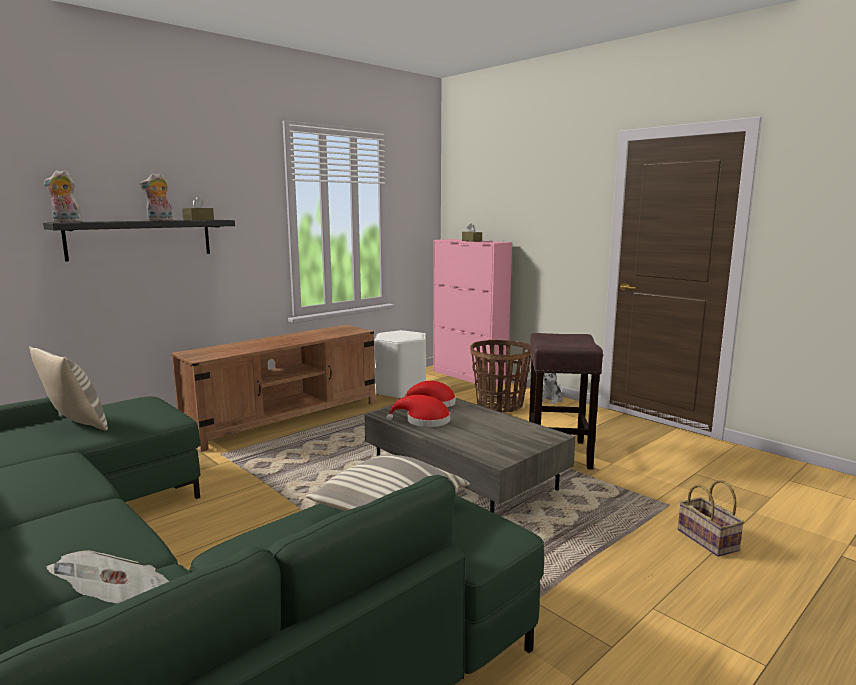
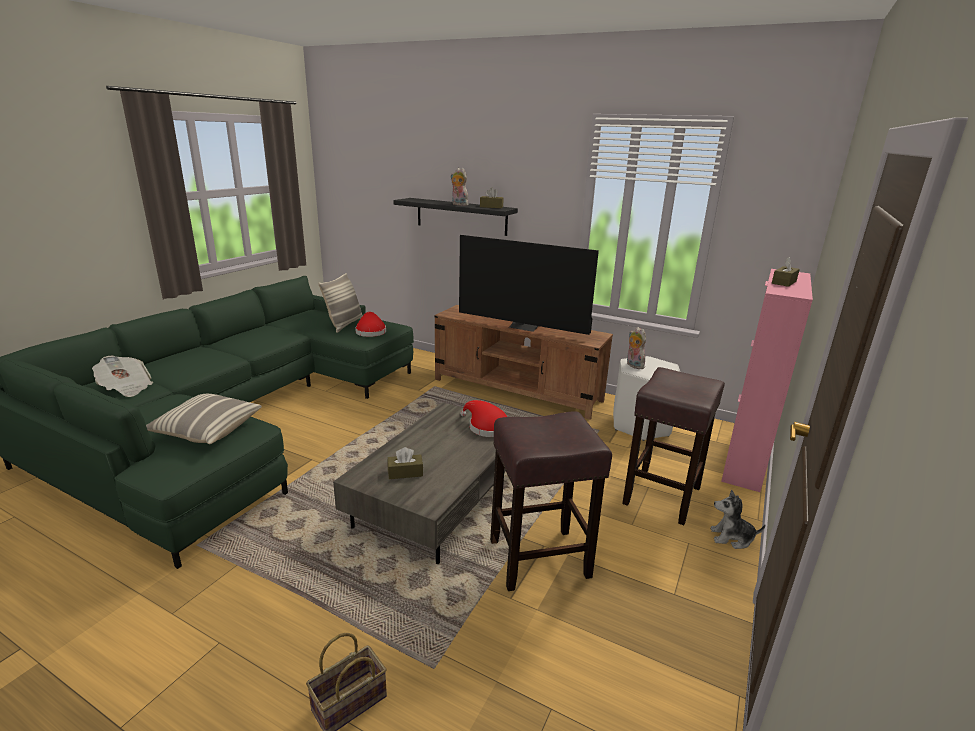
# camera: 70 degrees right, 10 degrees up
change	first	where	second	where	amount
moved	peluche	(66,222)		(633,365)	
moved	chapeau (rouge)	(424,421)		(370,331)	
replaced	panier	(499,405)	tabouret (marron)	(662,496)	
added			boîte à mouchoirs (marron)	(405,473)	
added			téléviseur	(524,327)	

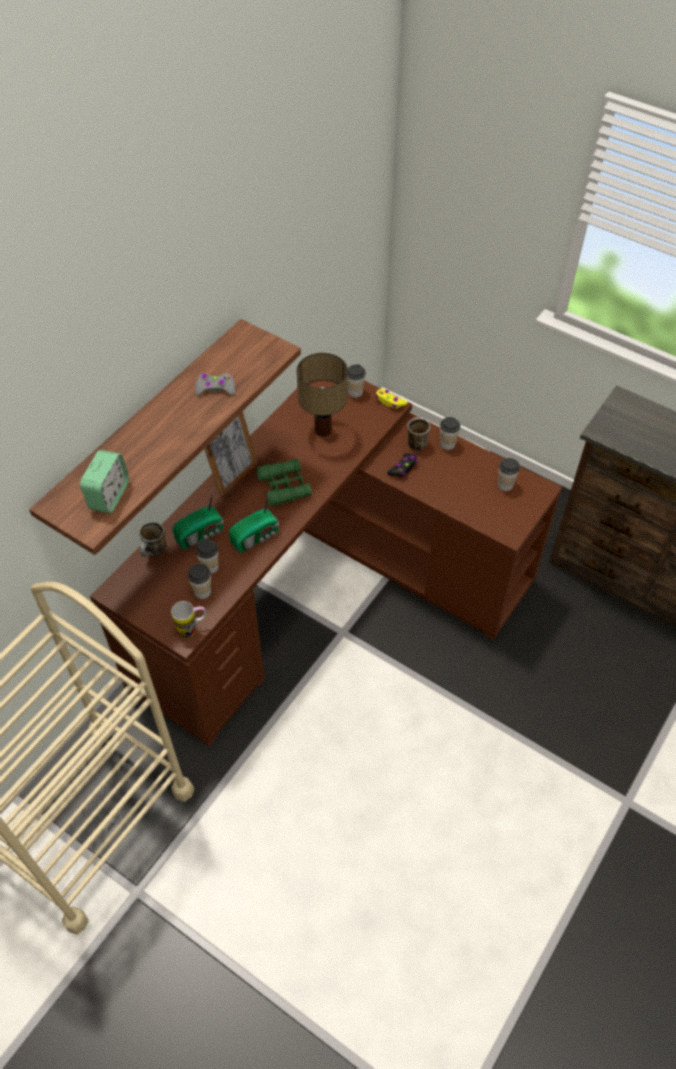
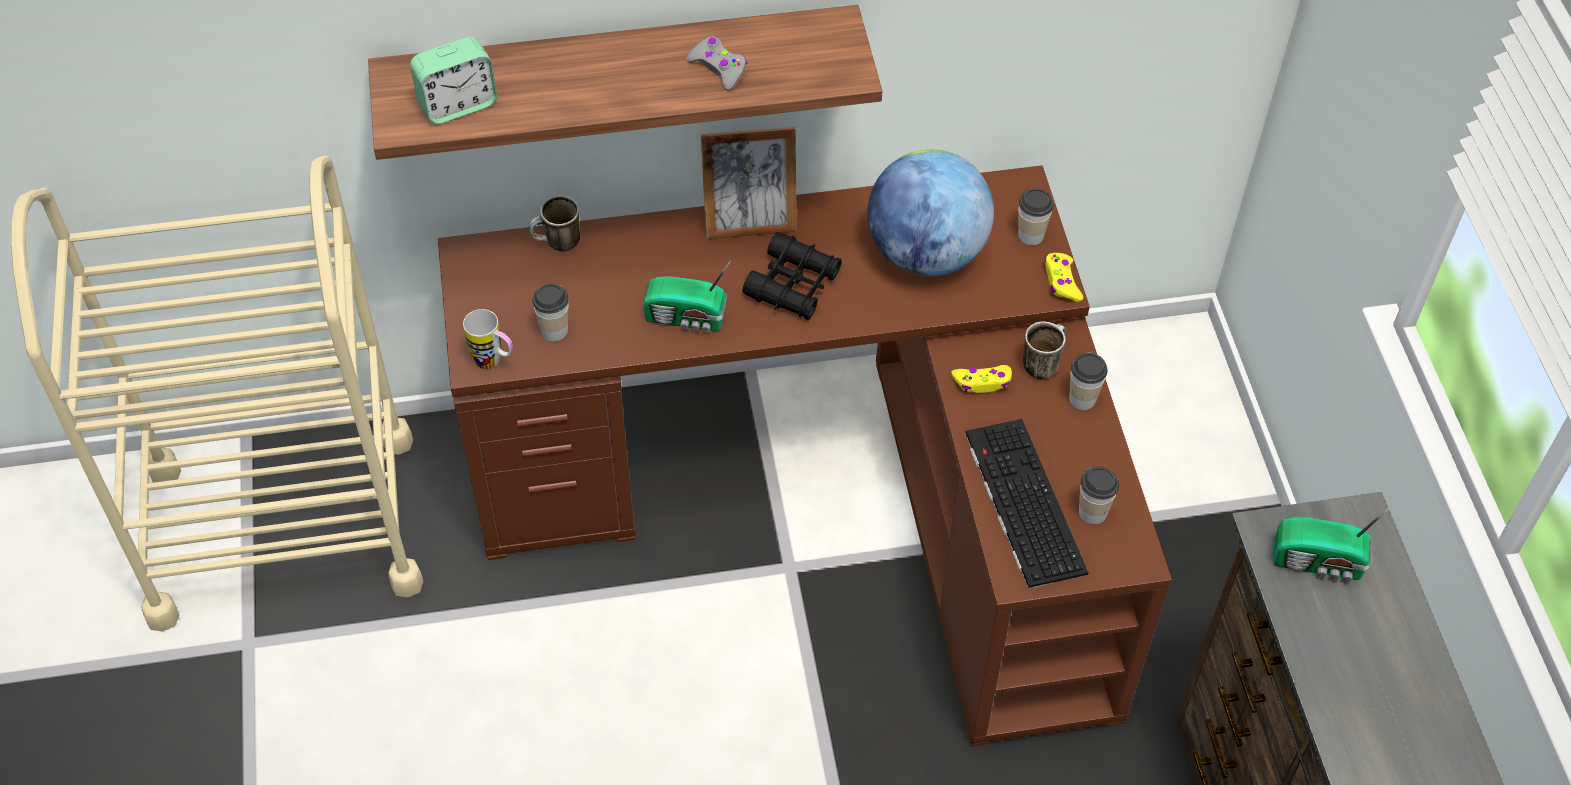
# camera: 45 degrees right, 0 degrees up
change	first	where	second	where	amount
moved	radio	(201,534)		(1319,562)	
removed	tasse	(210,567)			
recoloured	jumelles (vert)	(284,487)	jumelles (noir)	(793,284)	
replaced	lampe de table	(323,431)	globe	(926,253)	
recoloured	manette (noir)	(403,468)	manette (jaune)	(982,382)	
added			clavier	(1021,501)	

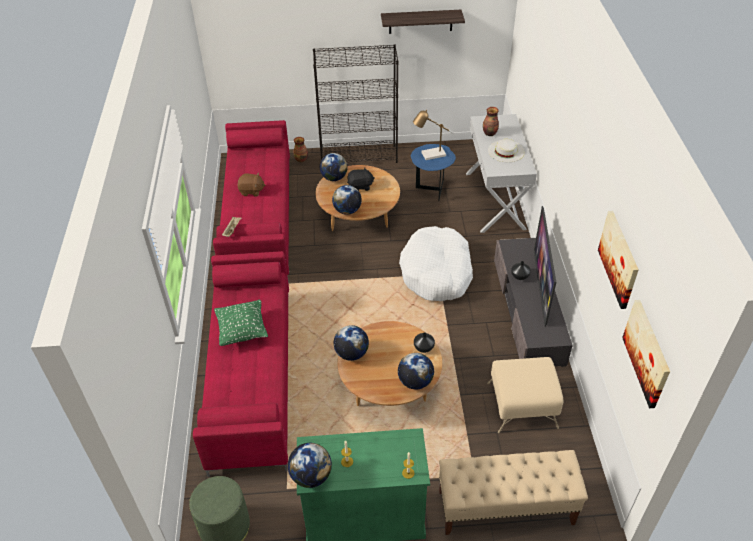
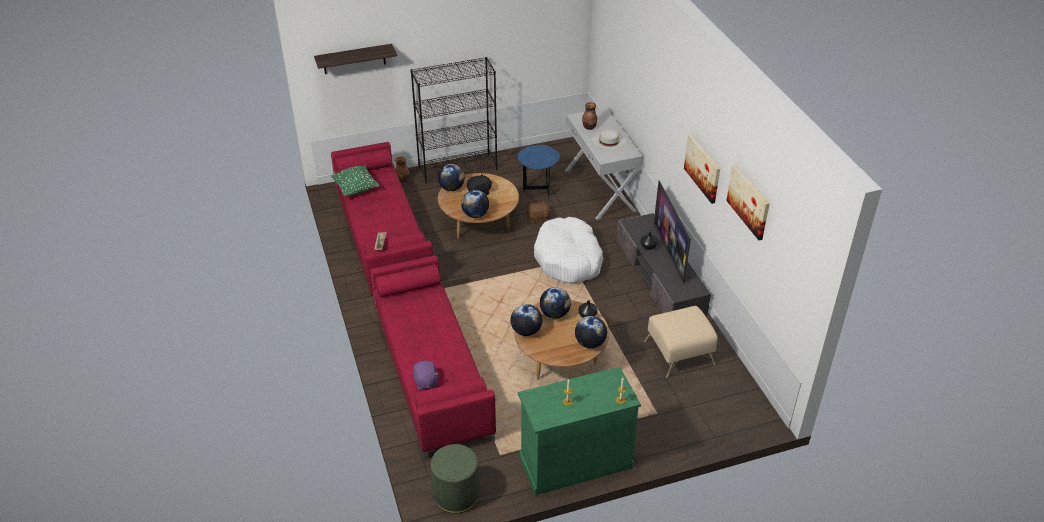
# camera: 15 degrees left, 5 degrees down
change	first	where	second	where	amount
moved	coussin (vert)	(242,331)		(356,189)	
moved	peluche (marron)	(251,191)		(538,218)	
moved	globe	(311,476)		(554,314)	
moved	étagère	(420,21)		(354,59)	
removed	lampe de table	(430,155)			
removed	banc (beige)	(505,507)			
moved	tableau	(647,353)		(703,168)	
added			peluche (violet)	(425,382)	

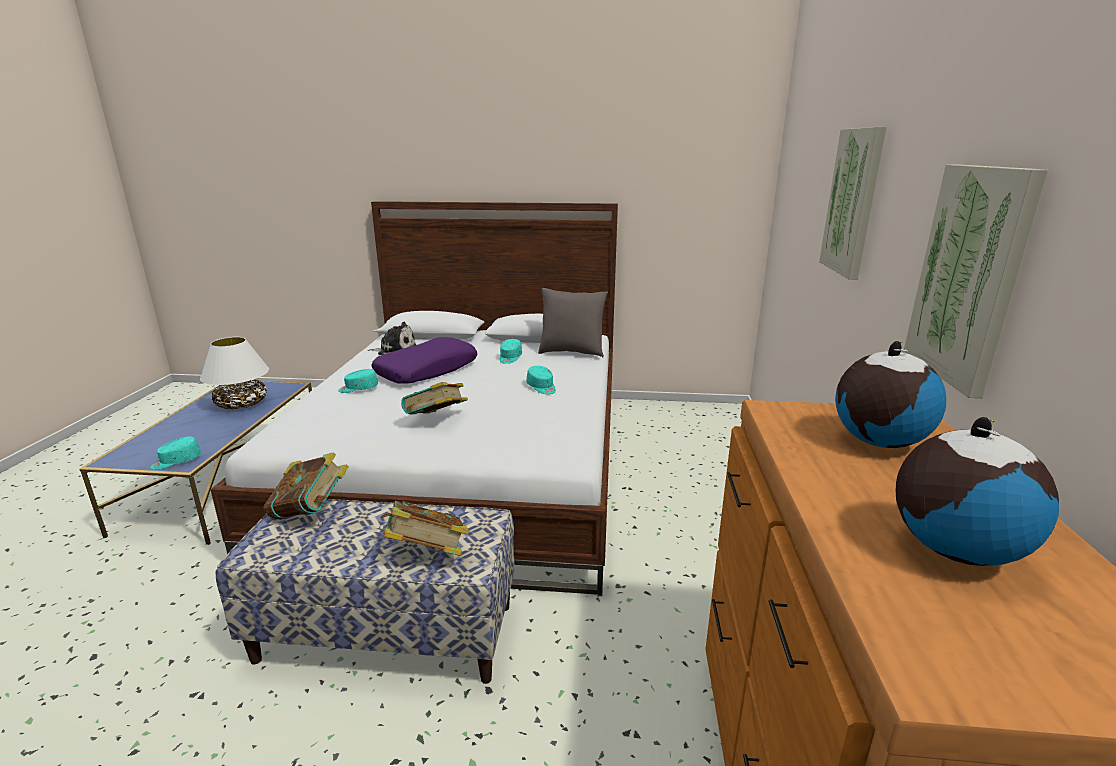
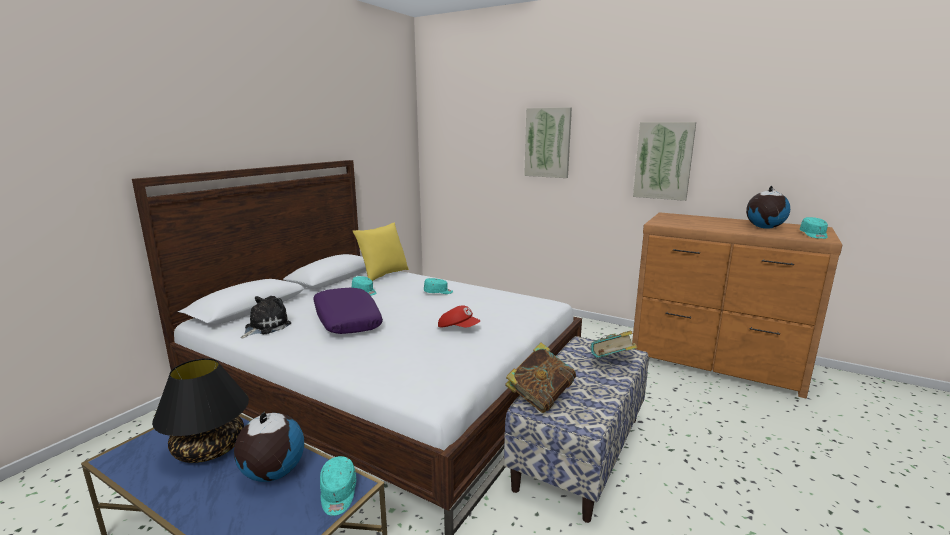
# camera: 65 degrees left, 5 degrees down
change	first	where	second	where	amount
recoloured	lampe de table (blanc)	(241,404)	lampe de table (noir)	(209,449)	
moved	casquette (turquoise)	(358,389)		(813,235)	
replaced	livre	(436,421)	casquette (rouge)	(458,328)	
recoloured	coussin (gris)	(571,352)	coussin (jaune)	(383,275)	
moved	globe	(877,442)		(273,473)	

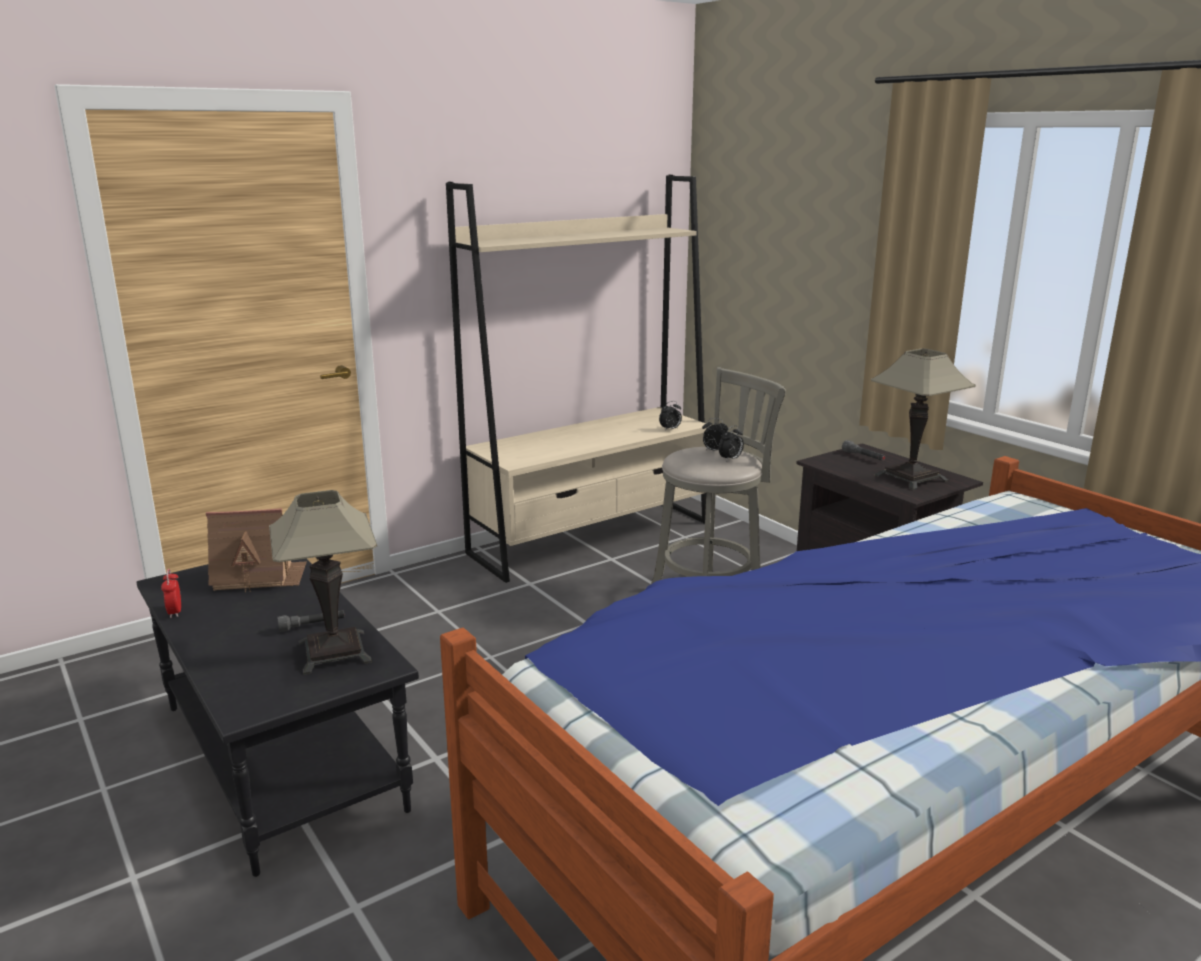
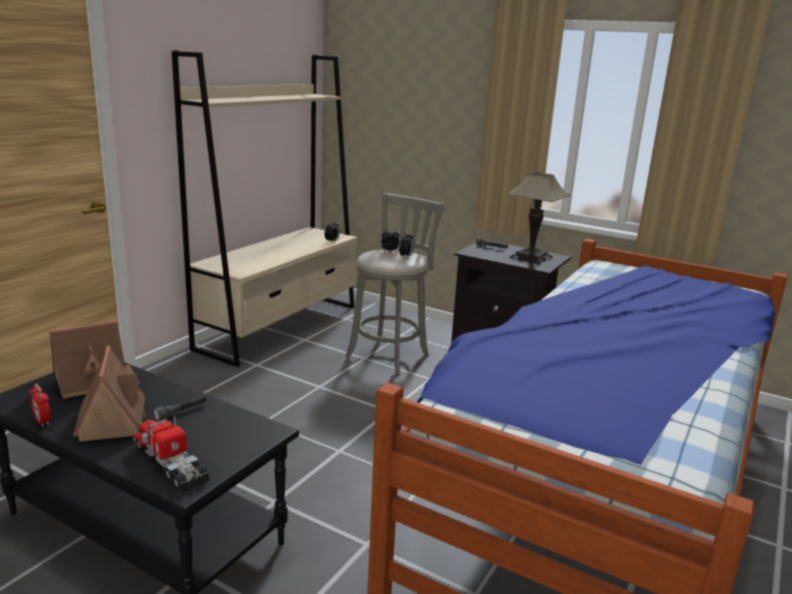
# camera: 25 degrees left, 0 degrees up
change	first	where	second	where	amount
removed	lampe de table	(335,652)			
added			maison miniature	(112,419)	
added			camion jouet	(171,463)	

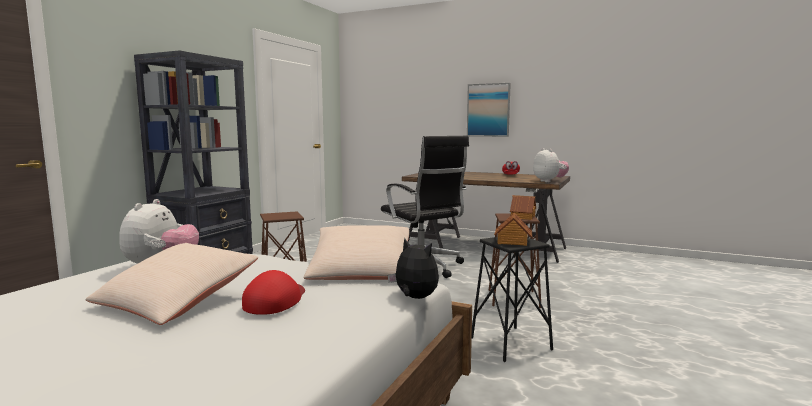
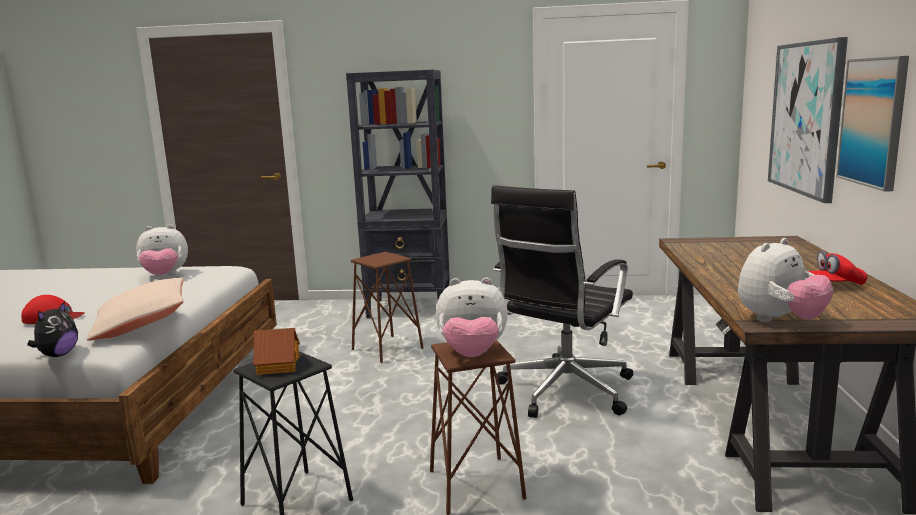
# camera: 70 degrees right, 5 degrees up
change	first	where	second	where	amount
removed	coussin (beige)	(176,301)			
replaced	maison miniature	(522,217)	peluche	(472,354)	
added			tableau	(806,118)	

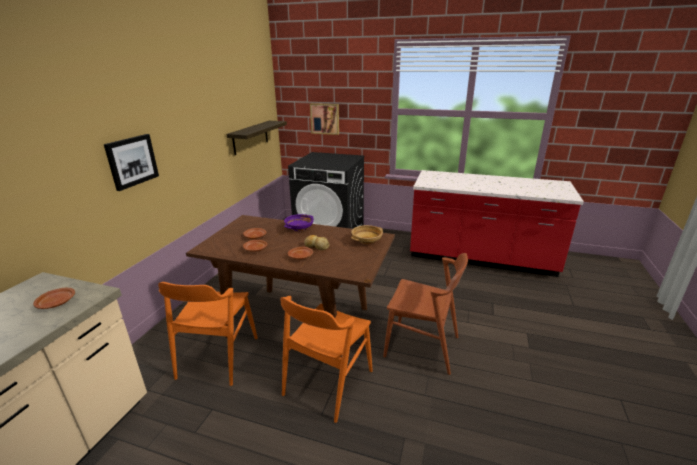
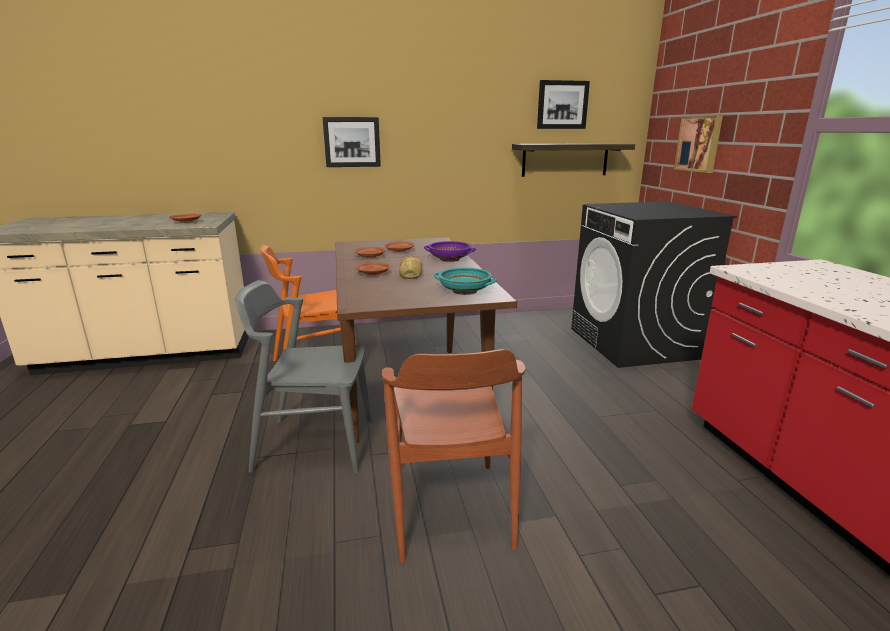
# camera: 60 degrees right, 5 degrees down
change	first	where	second	where	amount
recoloured	chaise (orange)	(328,382)	chaise (gris)	(314,444)	
recoloured	bol (beige)	(366,241)	bol (turquoise)	(464,291)	
added			tableau	(562,105)	

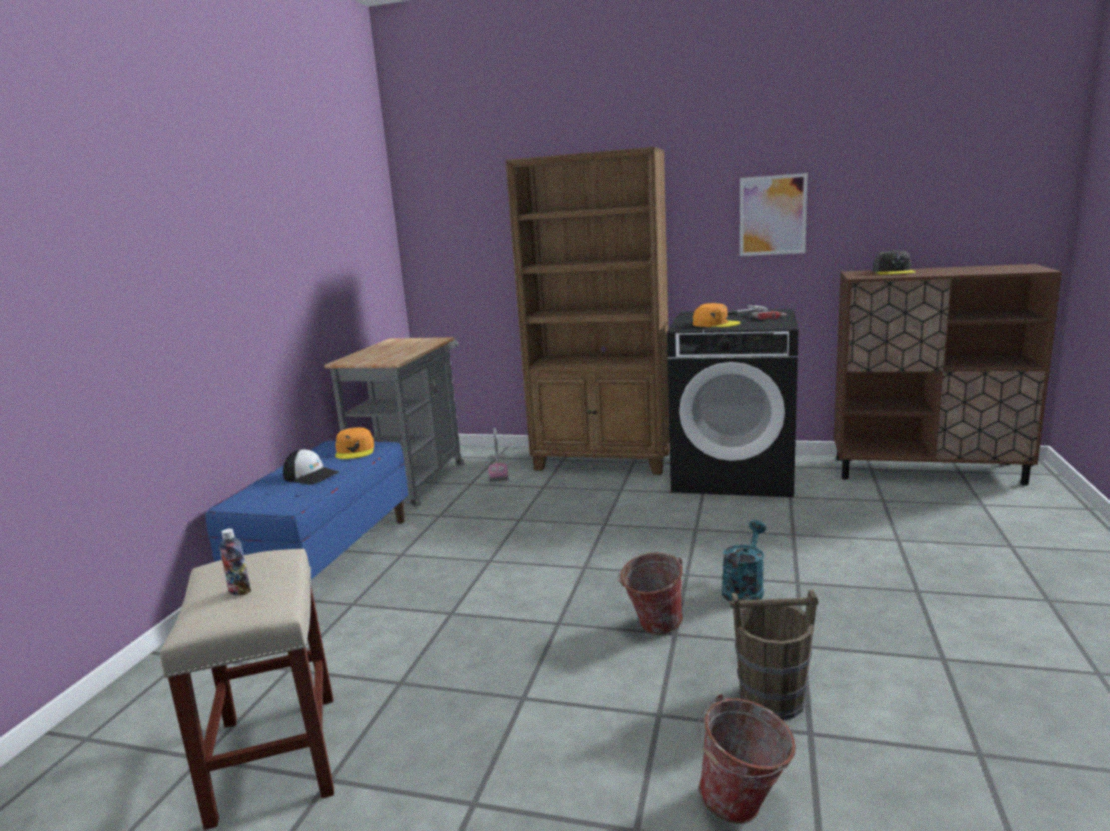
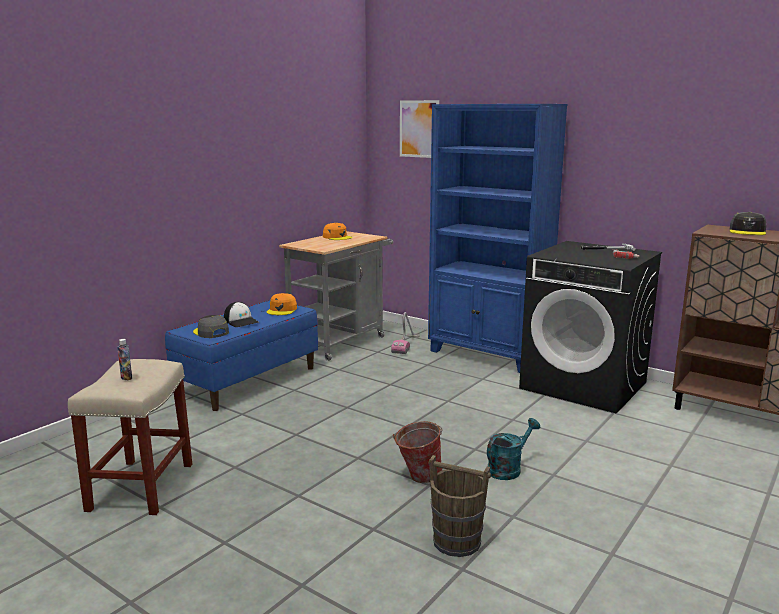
# camera: 20 degrees right, 0 degrees up
change	first	where	second	where	amount
recoloured	bibliothèque (marron)	(603,462)	bibliothèque (bleu)	(488,355)	
moved	casquette (orange)	(715,324)		(337,237)	
removed	seau	(745,809)			
moved	tableau	(772,215)		(419,129)	
added			casquette (gris)	(210,332)	

